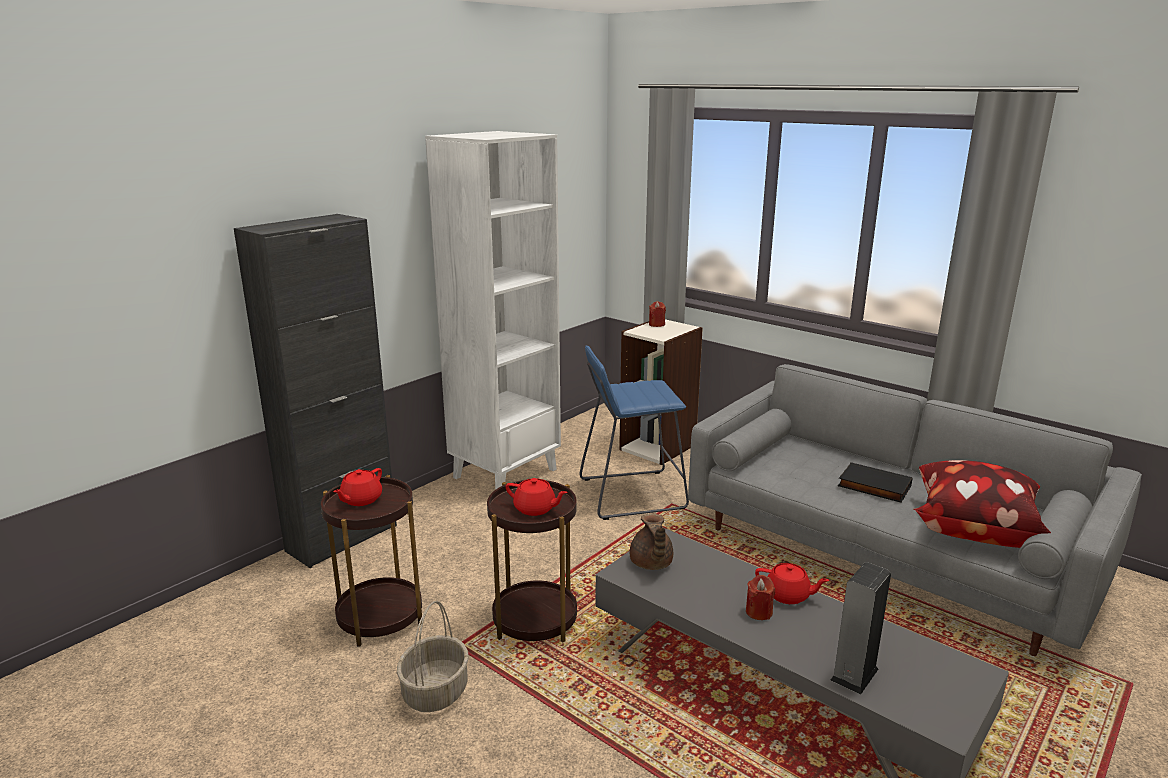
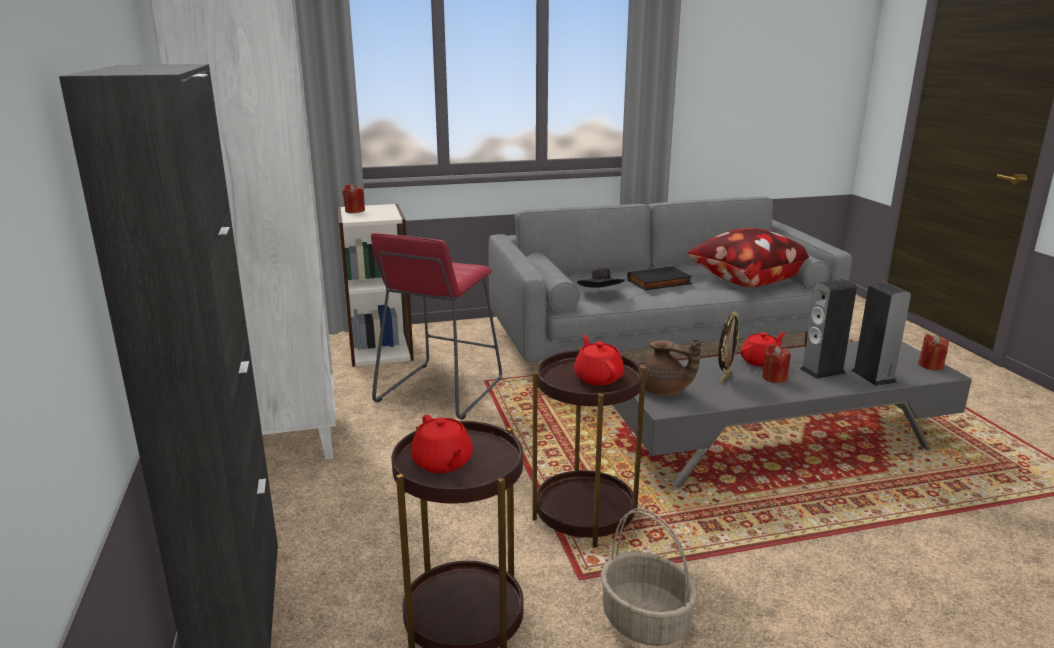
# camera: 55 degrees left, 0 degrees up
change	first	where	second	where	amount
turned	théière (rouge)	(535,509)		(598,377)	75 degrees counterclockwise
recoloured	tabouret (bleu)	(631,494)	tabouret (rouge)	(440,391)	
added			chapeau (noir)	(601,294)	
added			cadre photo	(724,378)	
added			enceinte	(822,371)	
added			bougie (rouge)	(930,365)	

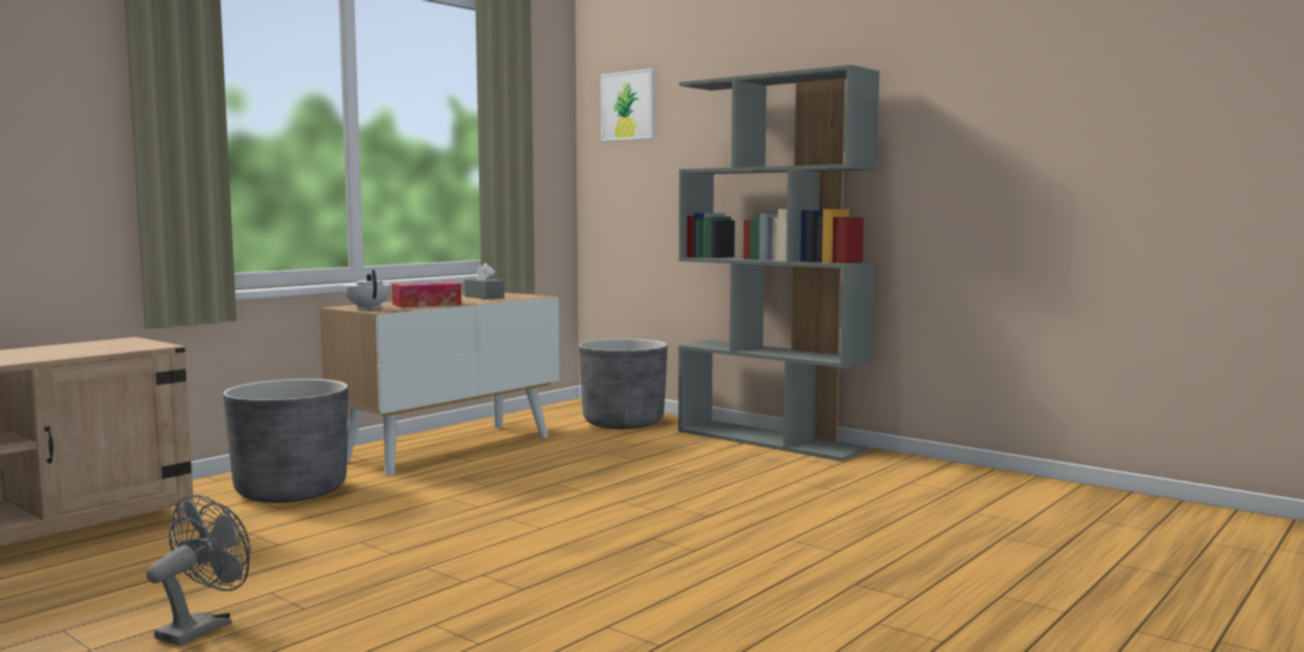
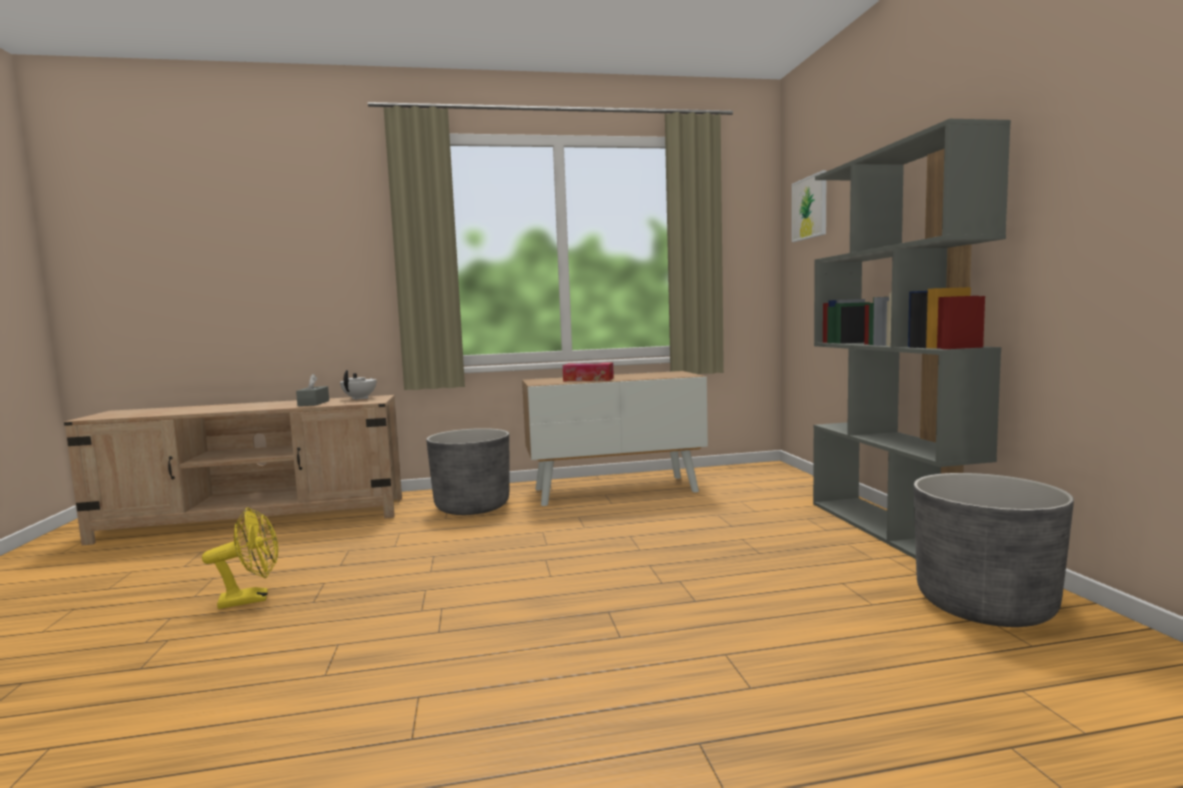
# camera: 40 degrees right, 0 degrees up
change	first	where	second	where	amount
recoloured	ventilateur (gris)	(202,627)	ventilateur (jaune)	(252,599)	
moved	théière (blanc)	(368,308)		(360,398)	
moved	boîte à mouchoirs (gris)	(484,297)		(313,403)	
moved	cache-pot (gris)	(623,423)		(984,605)	

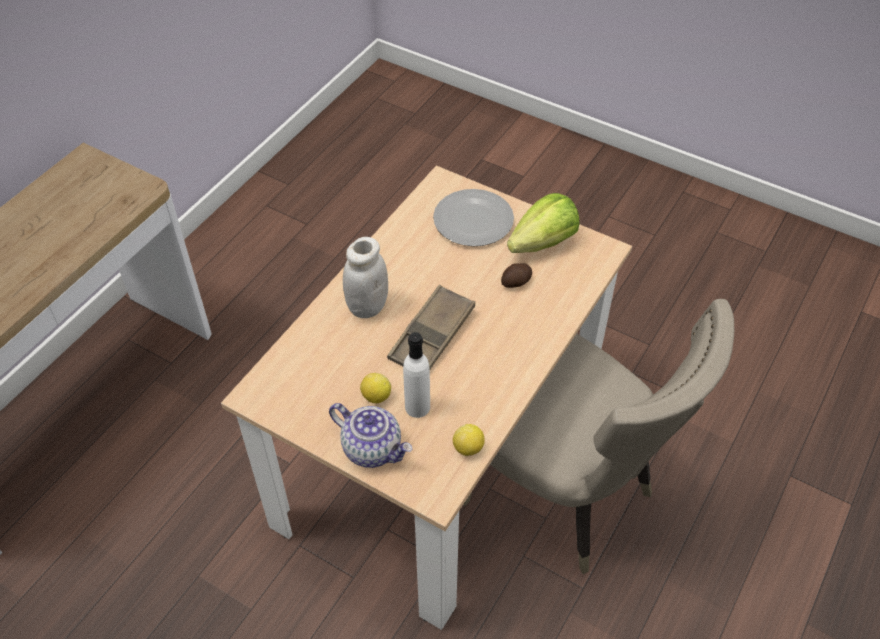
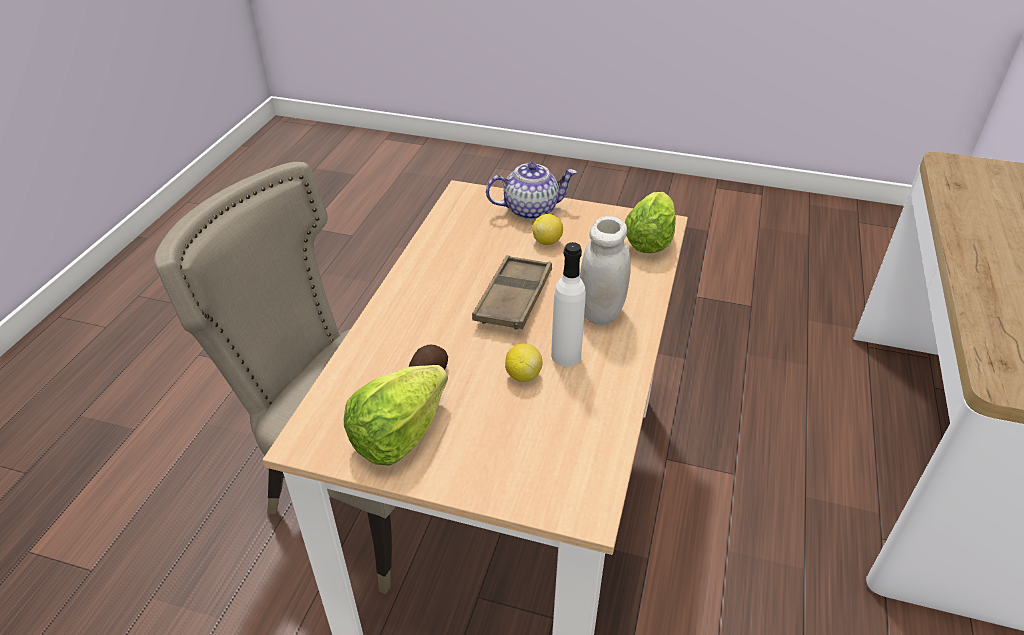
# camera: 165 degrees right, 10 degrees down
change	first	where	second	where	amount
turned	théière	(373,448)		(531,209)	150 degrees clockwise
moved	bouteille (blanc)	(417,407)		(566,355)	
removed	assiette	(472,221)			
moved	citron	(468,448)		(523,375)	
added			laitue	(650,238)	

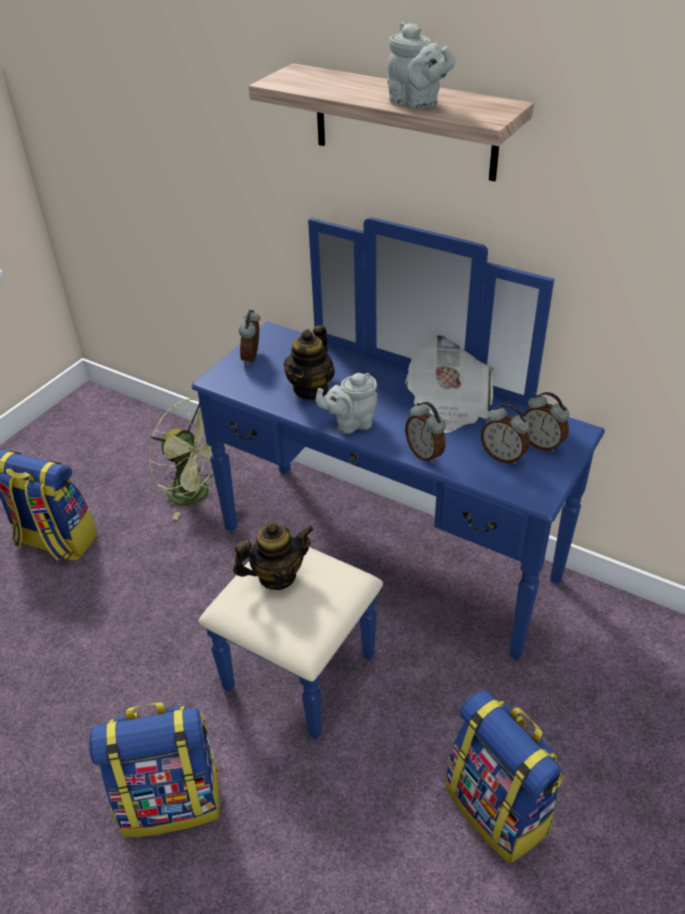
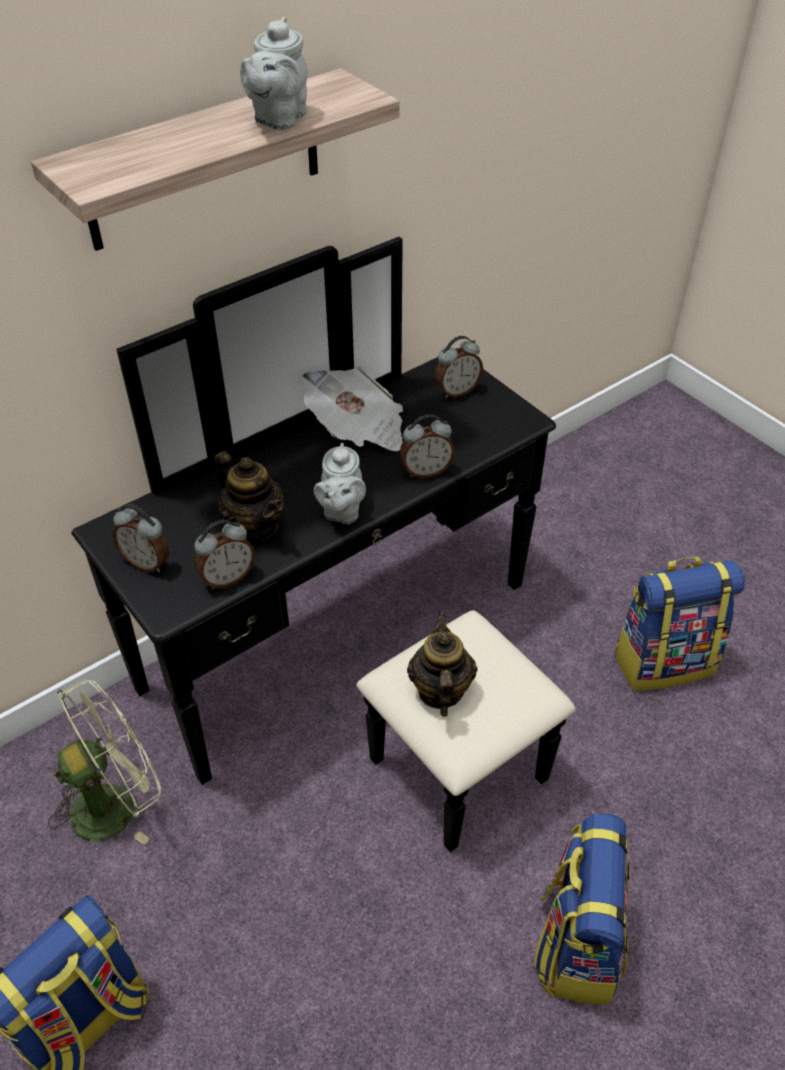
# camera: 70 degrees left, 5 degrees up
change	first	where	second	where	amount
recoloured	commode (bleu)	(370,578)	commode (noir)	(364,662)	
turned	théière (gris)	(417,103)		(278,119)	135 degrees clockwise
moved	réveil	(503,456)		(227,578)	

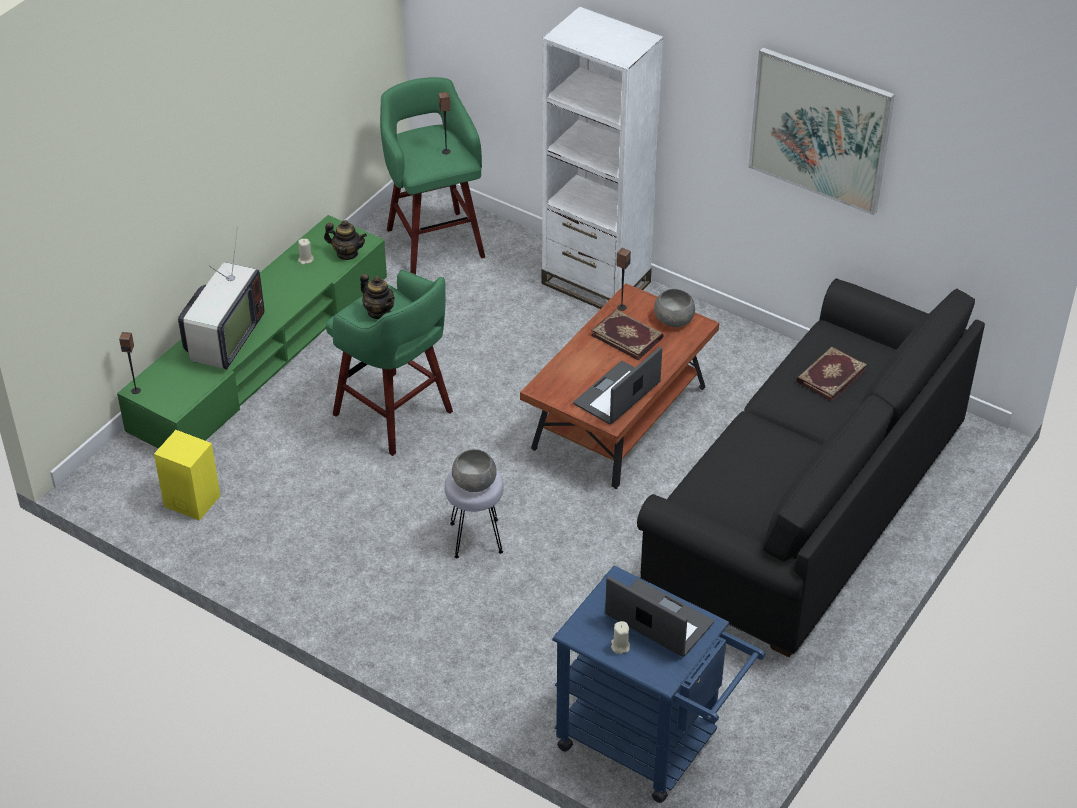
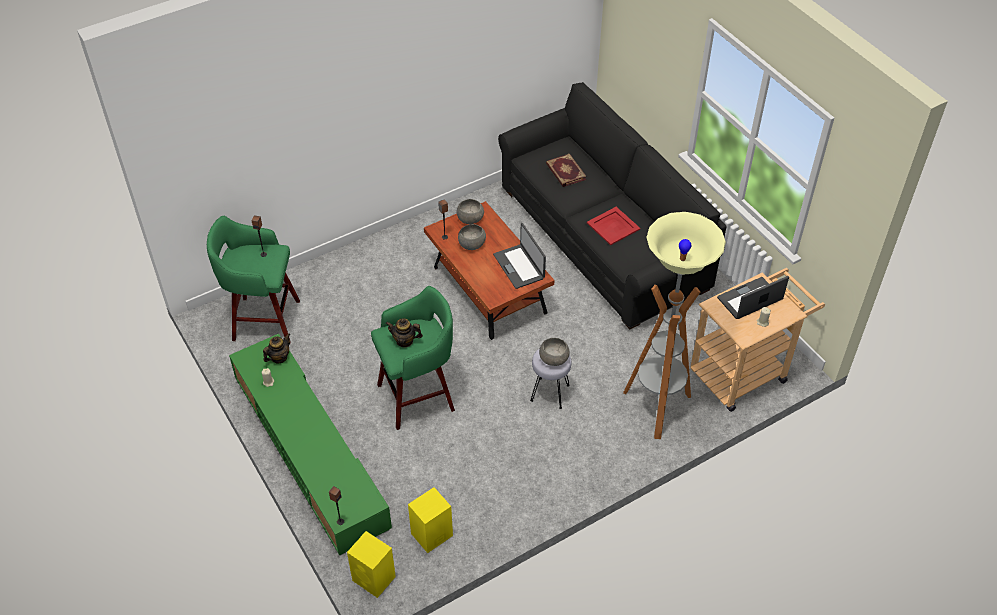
# camera: 65 degrees left, 5 degrees up
change	first	where	second	where	amount
removed	téléviseur	(223,340)			
turned	théière	(379,312)		(404,341)	150 degrees counterclockwise
removed	bibliothèque (blanc)	(596,283)			
recoloured	chariot (bleu)	(649,745)	chariot (beige)	(744,371)	
replaced	livre	(627,336)	bol (gris)	(472,243)	
removed	tableau	(820,130)			
added			enceinte (jaune)	(374,579)	
added			plateau (rouge)	(612,226)	
added			lampadaire	(657,408)	

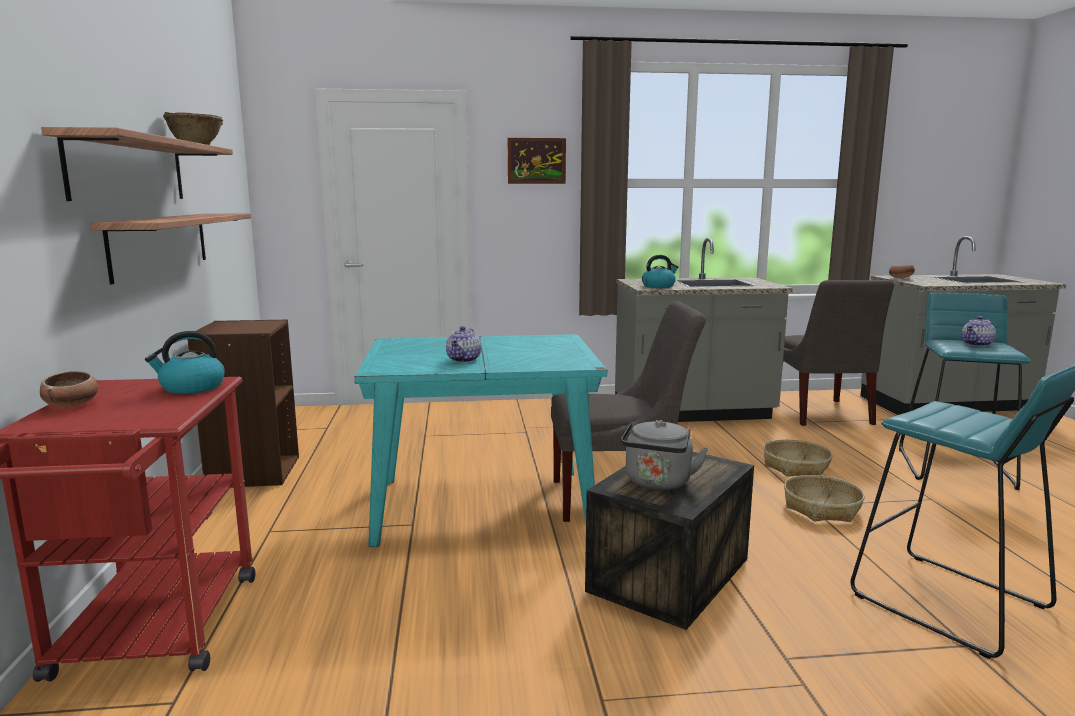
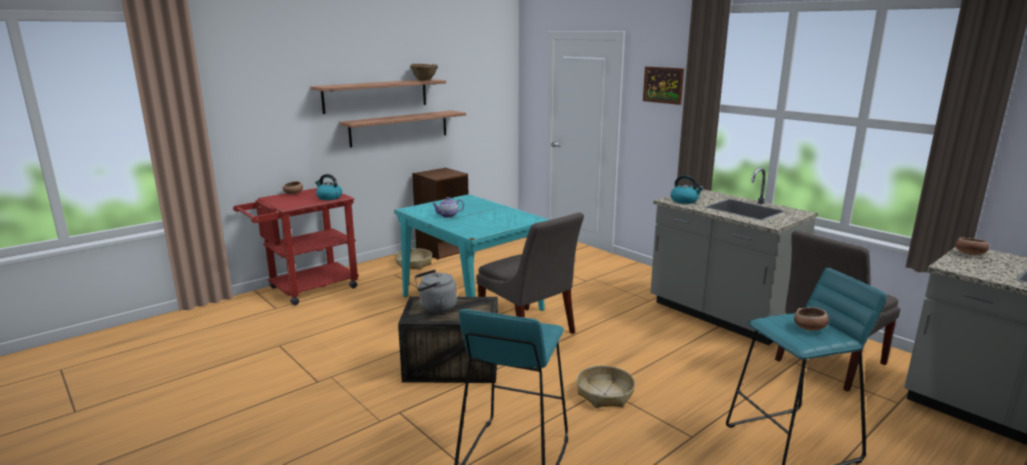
# camera: 55 degrees right, 5 degrees up
change	first	where	second	where	amount
moved	panier	(796,467)		(414,264)	
replaced	théière	(977,344)	bol	(810,328)	

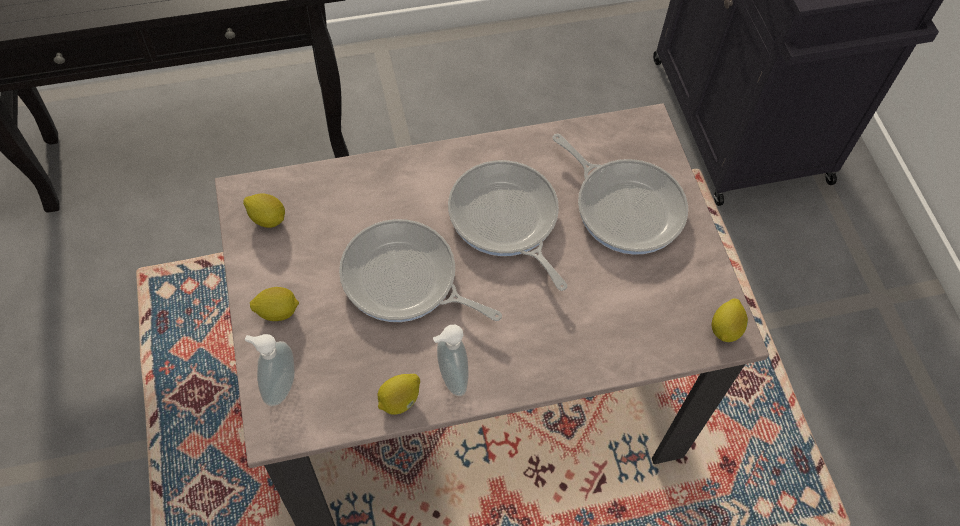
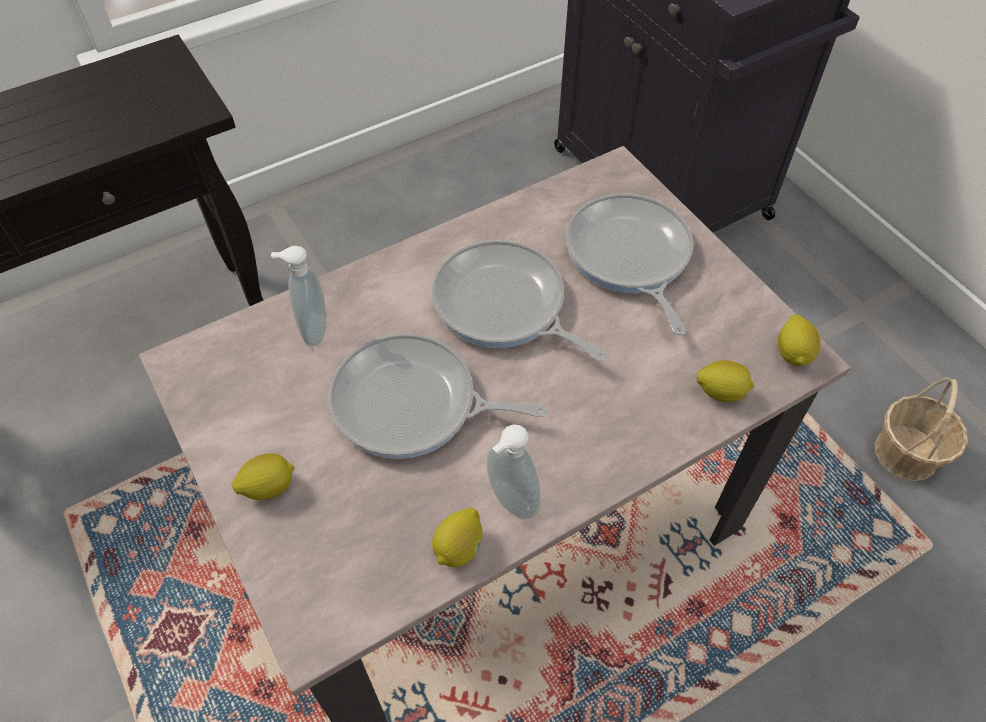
# camera: 15 degrees left, 5 degrees down
change	first	where	second	where	amount
moved	citron	(268,218)		(720,392)	
moved	distributeur de savon	(279,386)		(312,330)	
turned	poêle	(625,206)		(629,257)	135 degrees counterclockwise
added			panier	(906,453)	

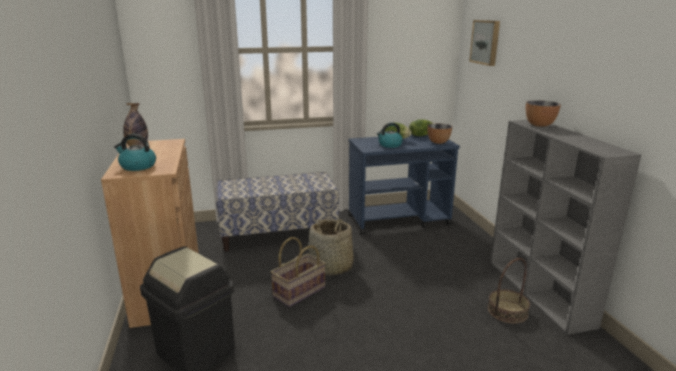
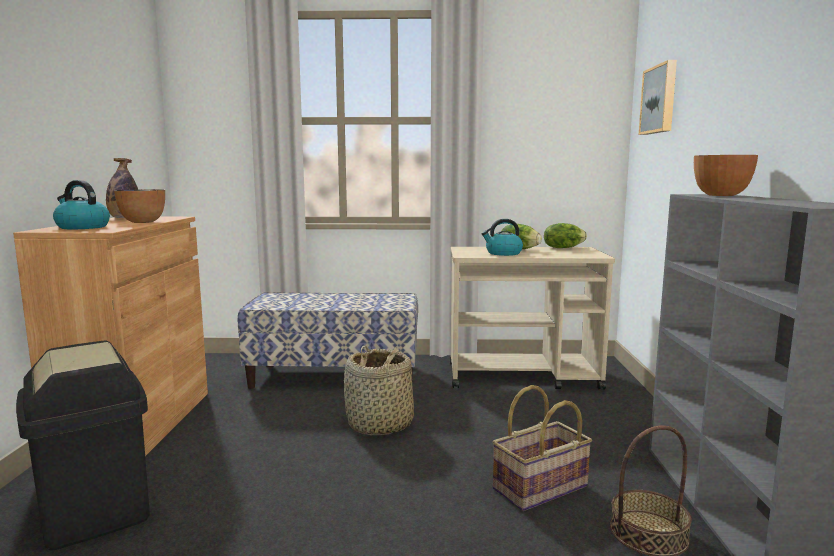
# camera: 15 degrees right, 10 degrees down
change	first	where	second	where	amount
moved	panier	(299,292)		(541,488)	
recoloured	chariot (bleu)	(399,220)	chariot (beige)	(523,376)	
moved	bol	(438,142)		(142,222)	

